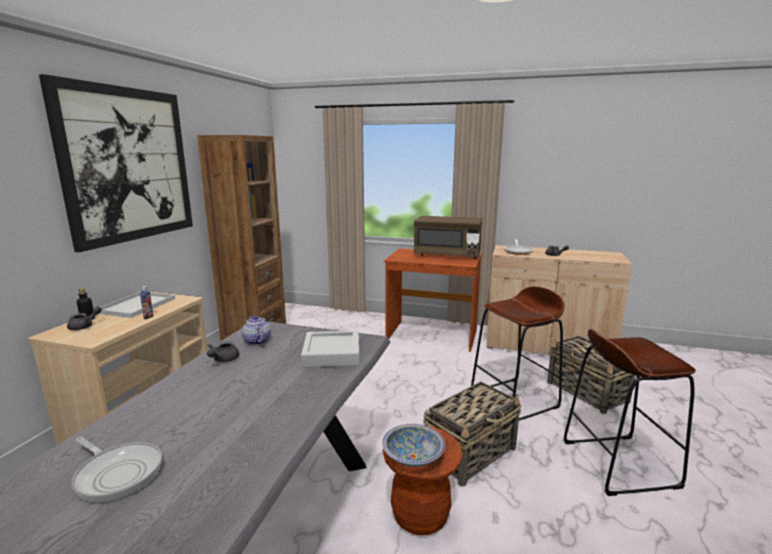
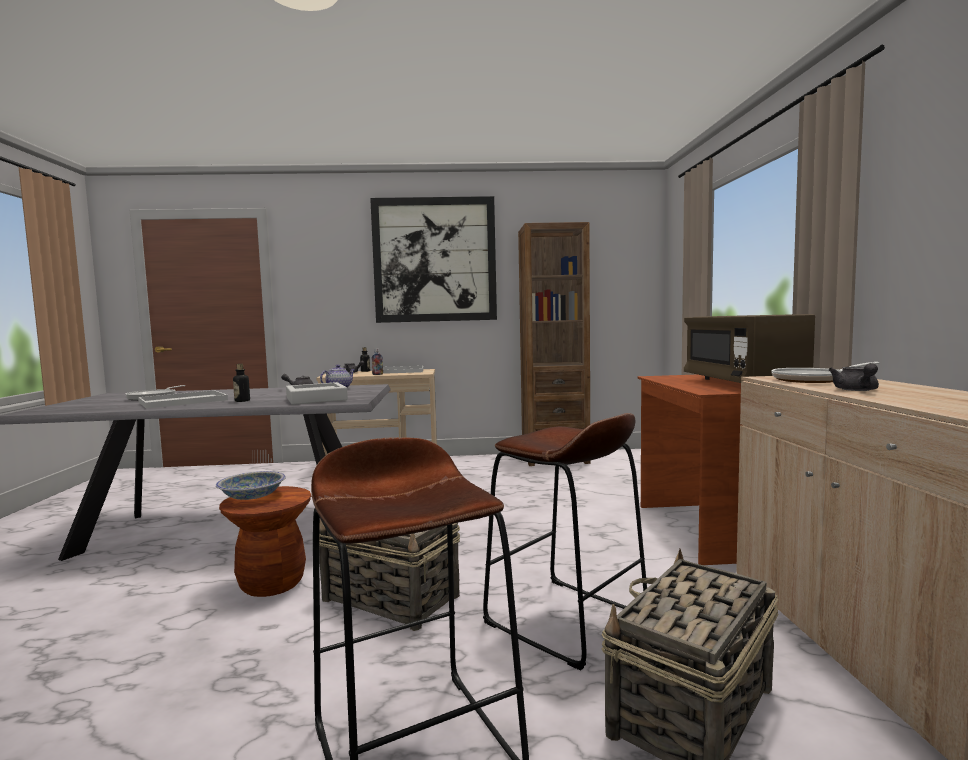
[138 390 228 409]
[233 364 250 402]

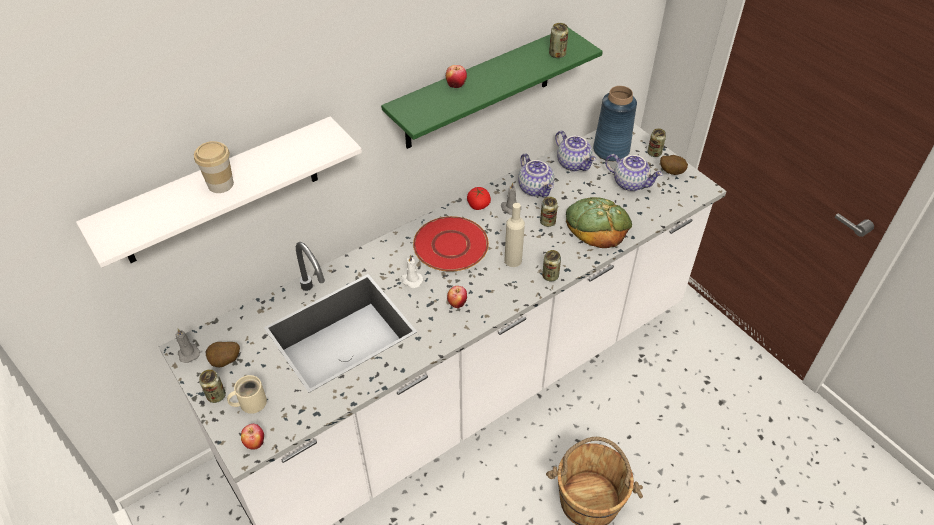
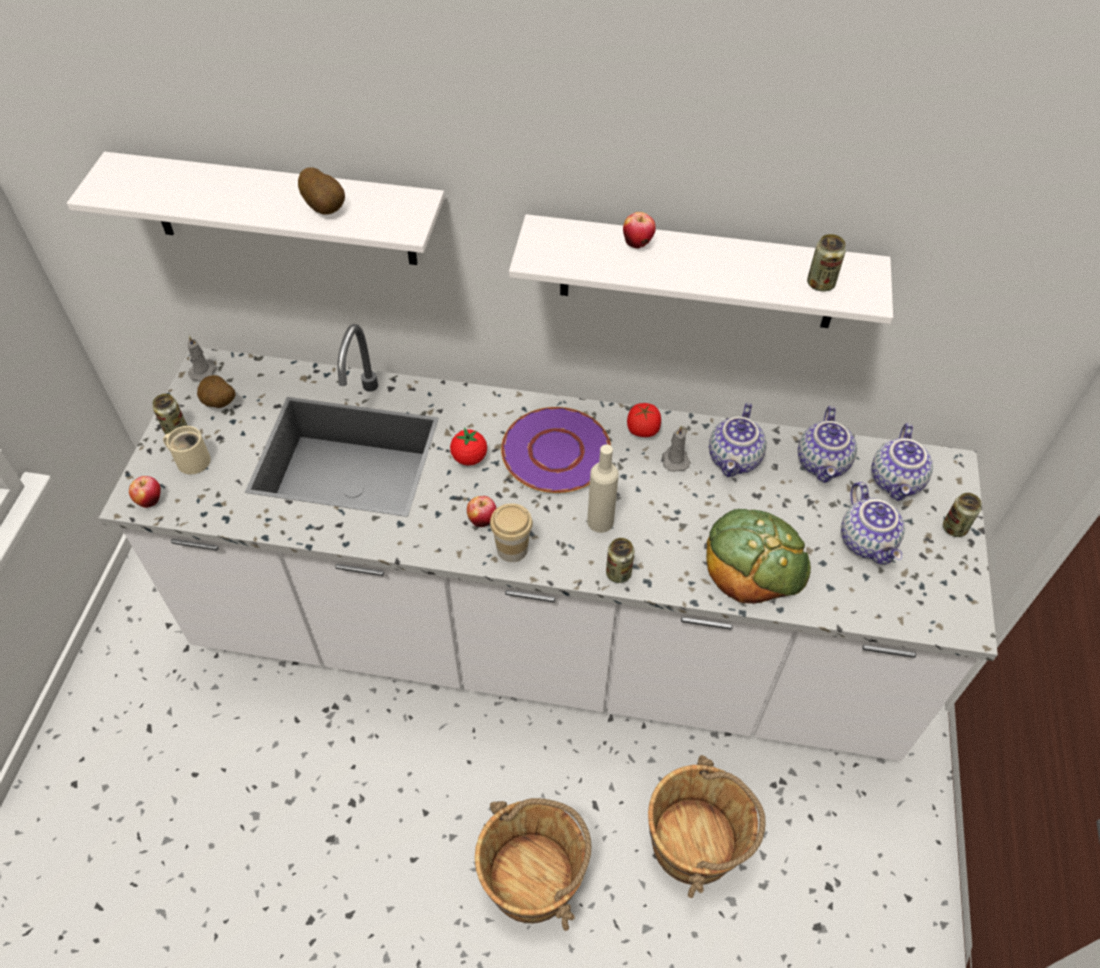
[490 503 533 562]
[509 214 893 328]
[450 427 487 466]
[501 407 611 493]
[540 197 558 227] (first image)
[872 423 933 501]
[298 168 345 215]
[648 755 766 898]

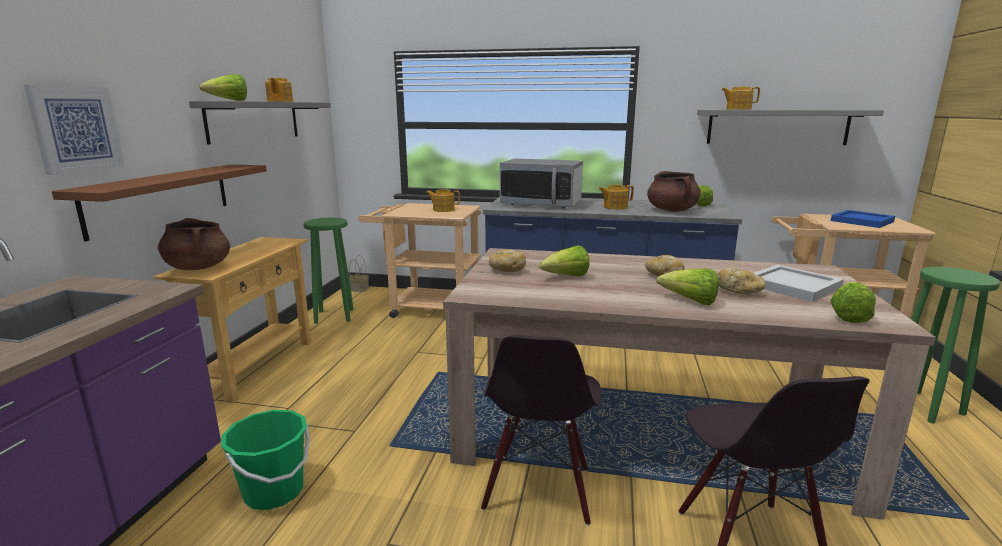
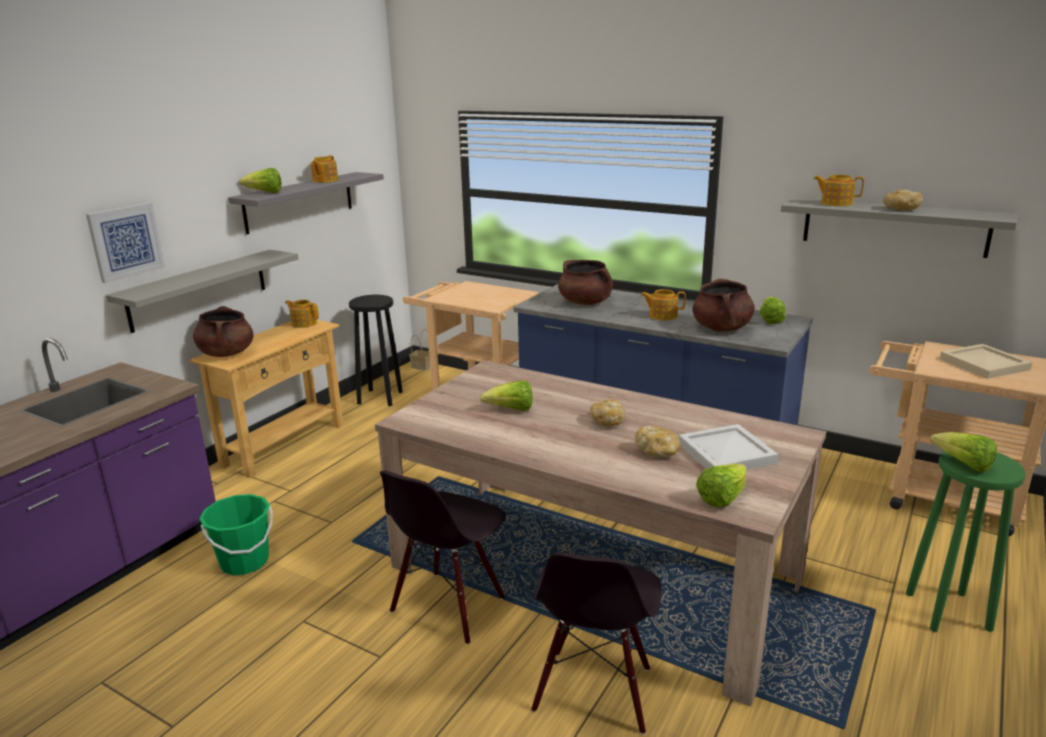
[106 250 298 333]
[349 295 403 406]
[285 300 319 328]
[883 190 923 210]
[558 260 613 305]
[930 432 997 473]
[940 344 1032 379]

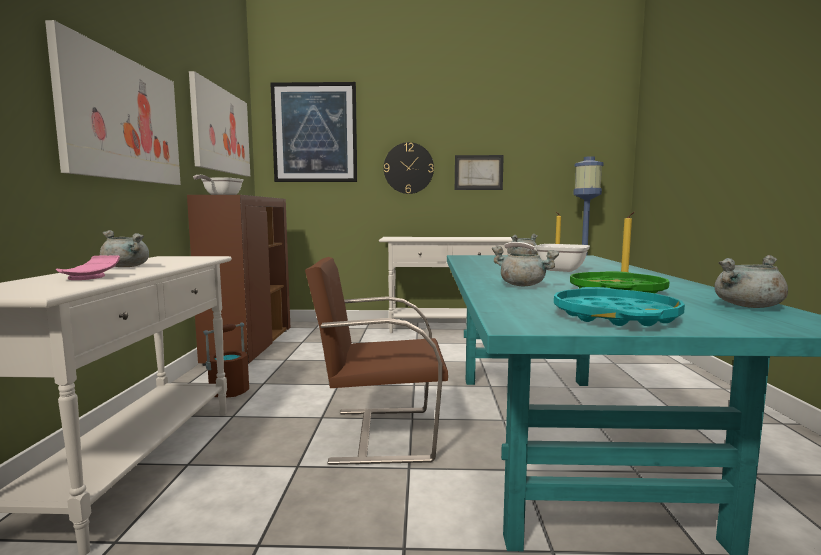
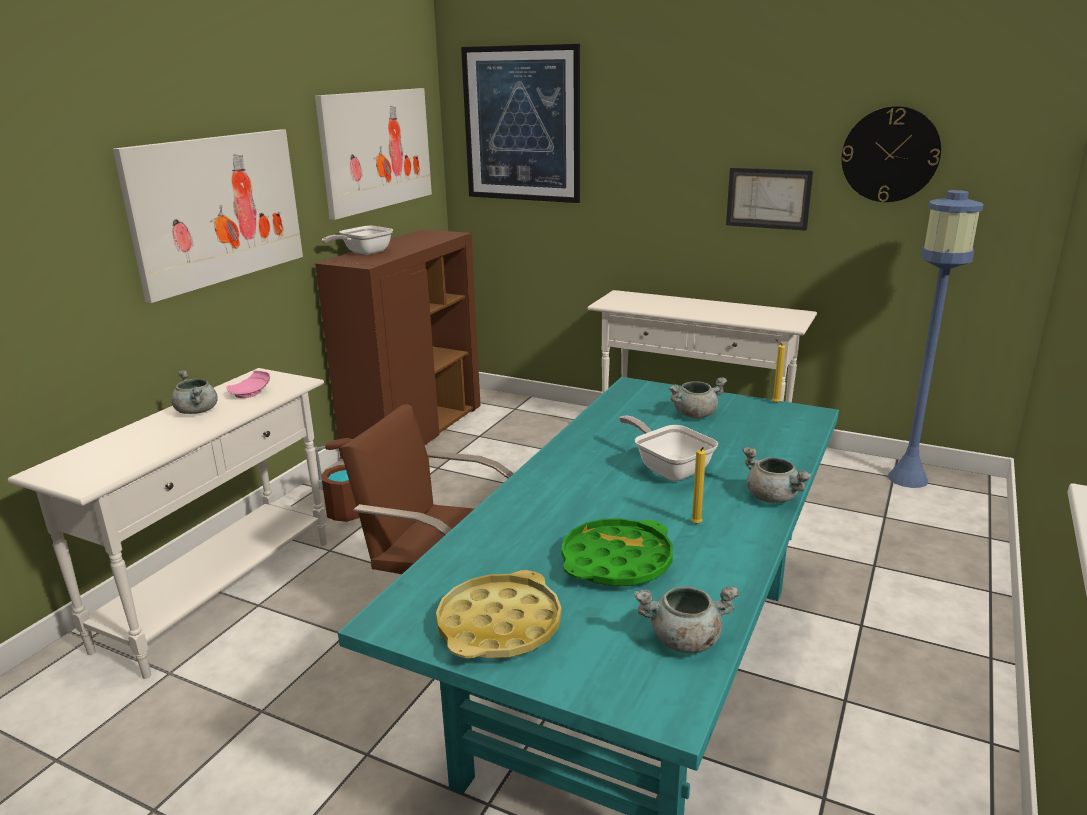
[226 371 270 398]
[842 106 941 202]
[743 447 812 503]
[436 570 561 658]

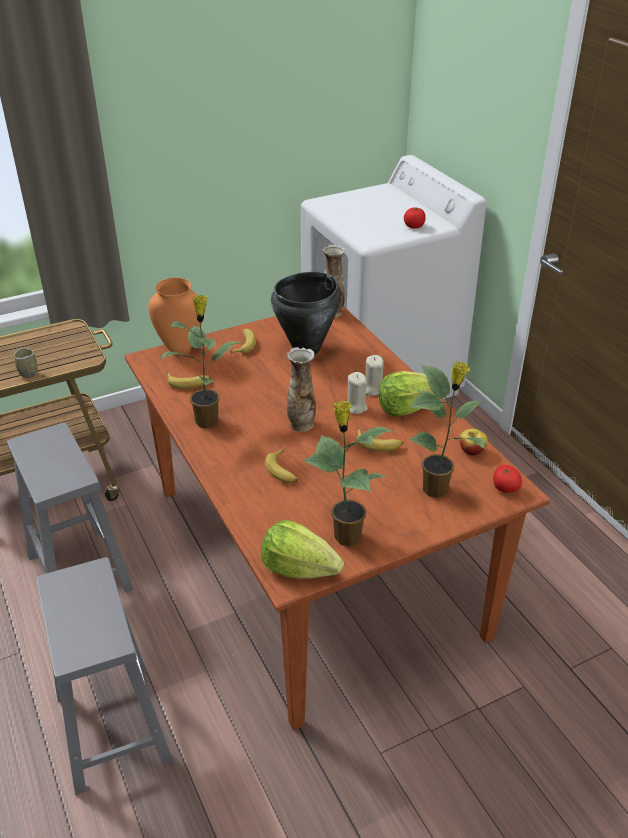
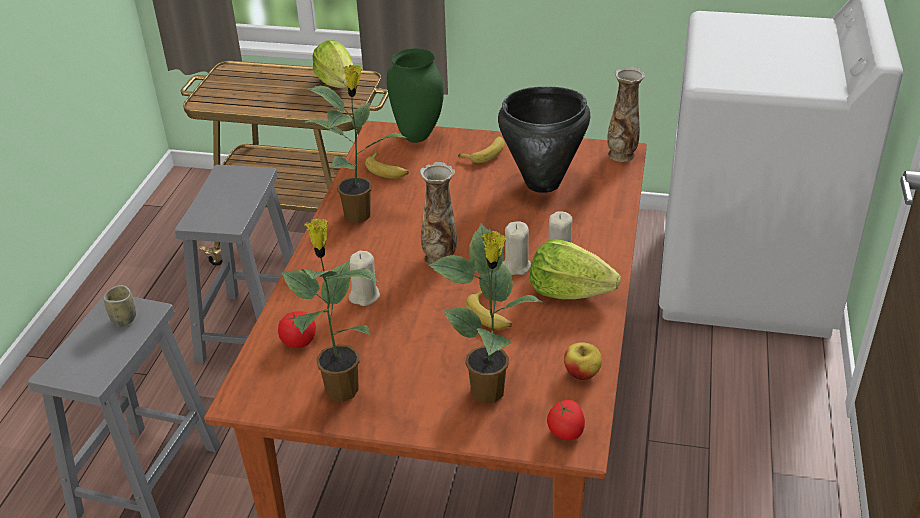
[104 285 136 327]
[387 48 444 143]
[312 40 353 88]
[348 251 380 306]
[278 311 316 348]

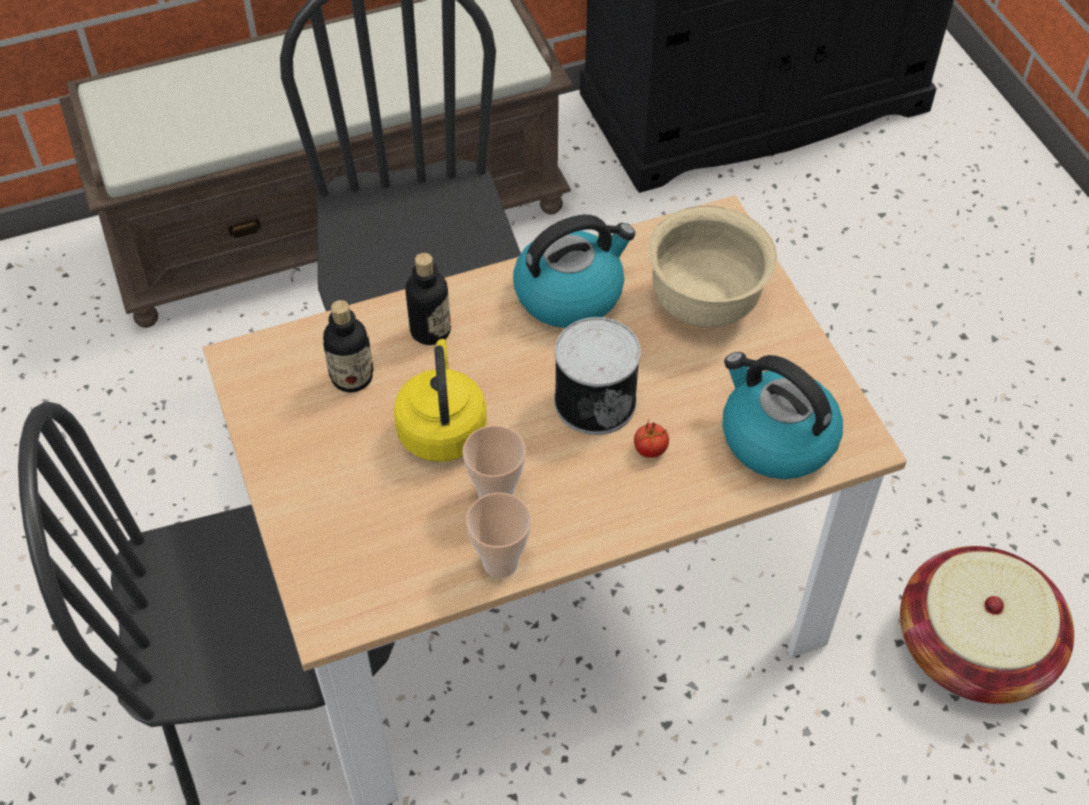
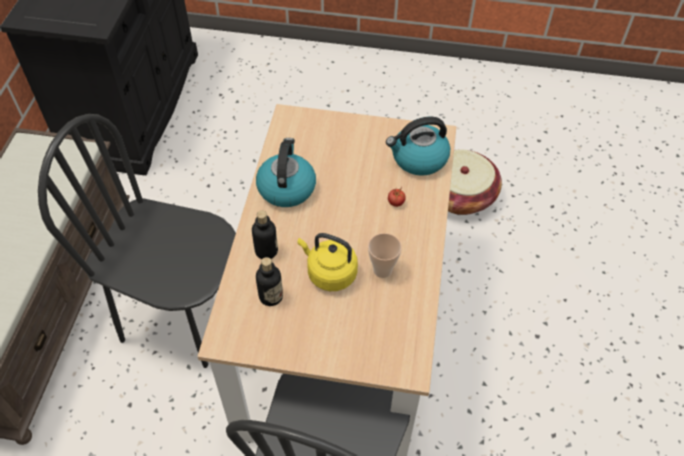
[466 493 531 578] (first image)
[554 317 641 435] (first image)
[648 206 777 328] (first image)

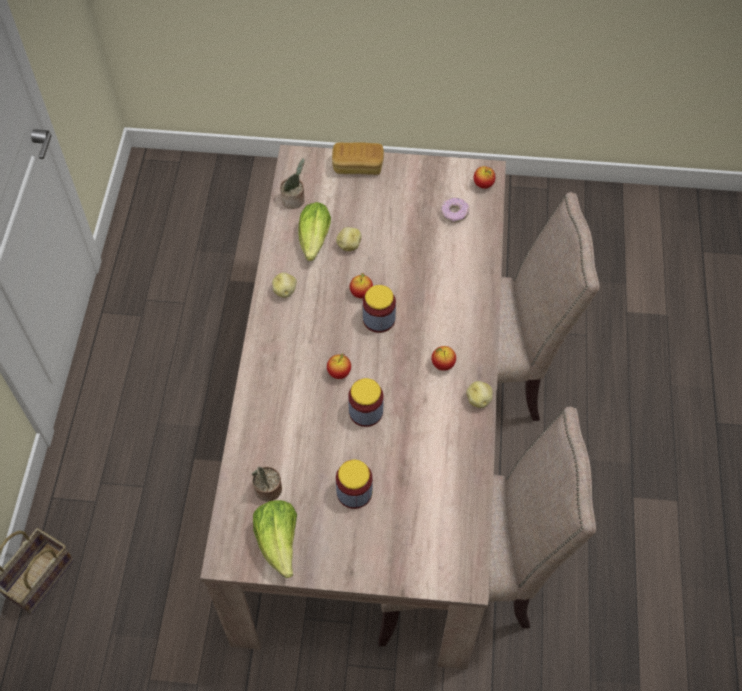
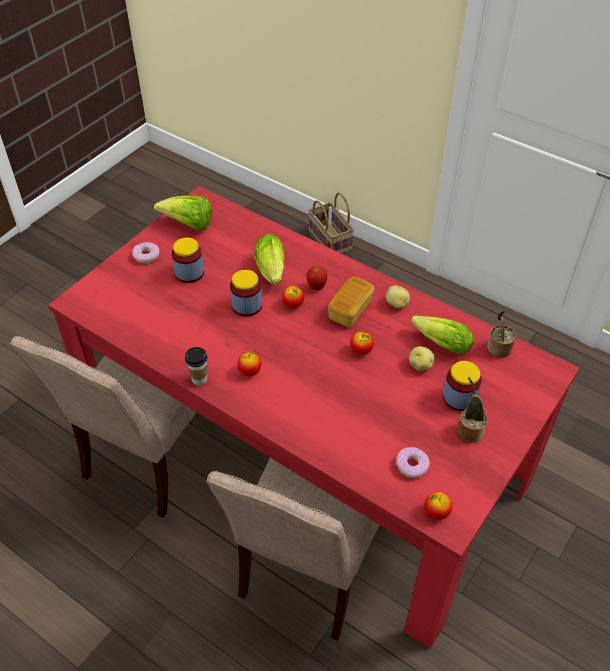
[48 186 580 649]
[457 377 488 443]
[328 277 374 327]
[443 361 482 411]
[185 347 208 385]
[132 242 159 263]
[254 234 284 285]
[306 266 328 290]

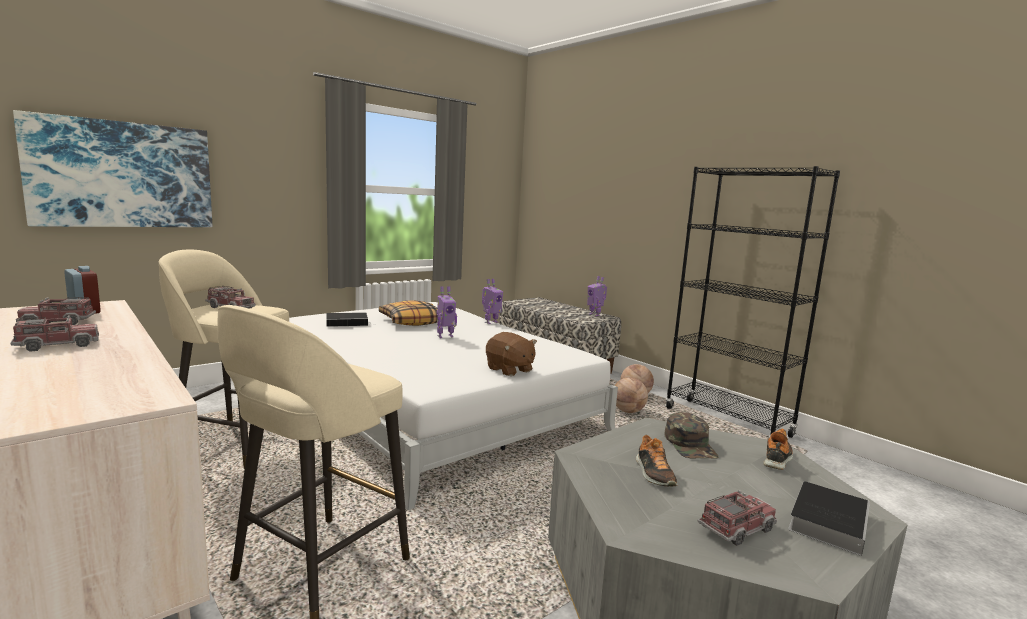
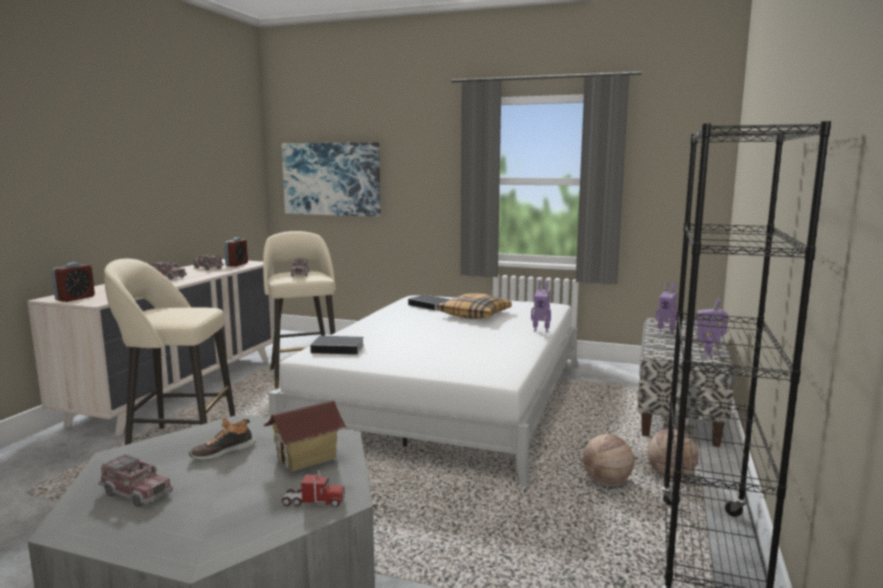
[656 282 678 334]
[486 332 537 376] (first image)
[263 400 348 472]
[282 470 345 507]
[310 336 368 355]
[51 263 95 302]

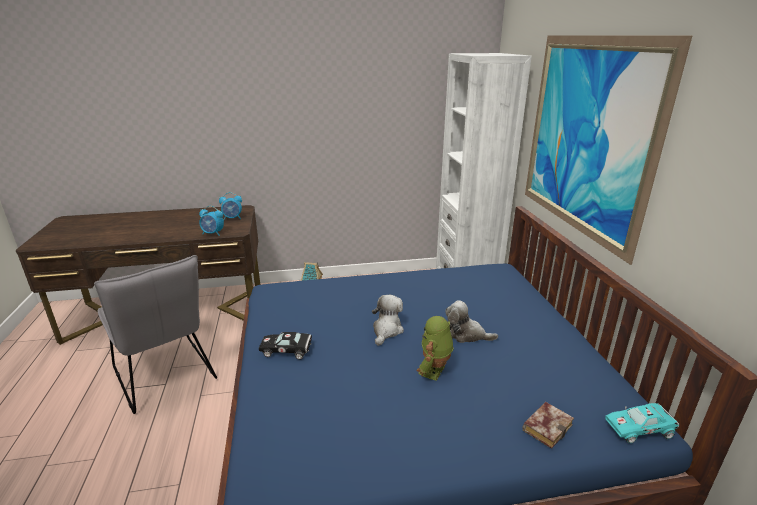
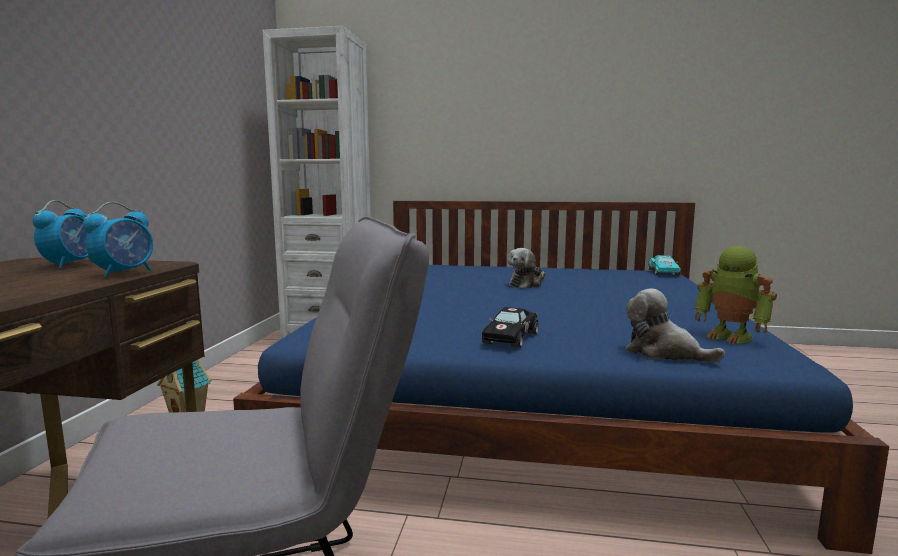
[625 288 725 362]
[695 246 777 344]
[523 402 574 449] (first image)
[525 35 692 265] (first image)

